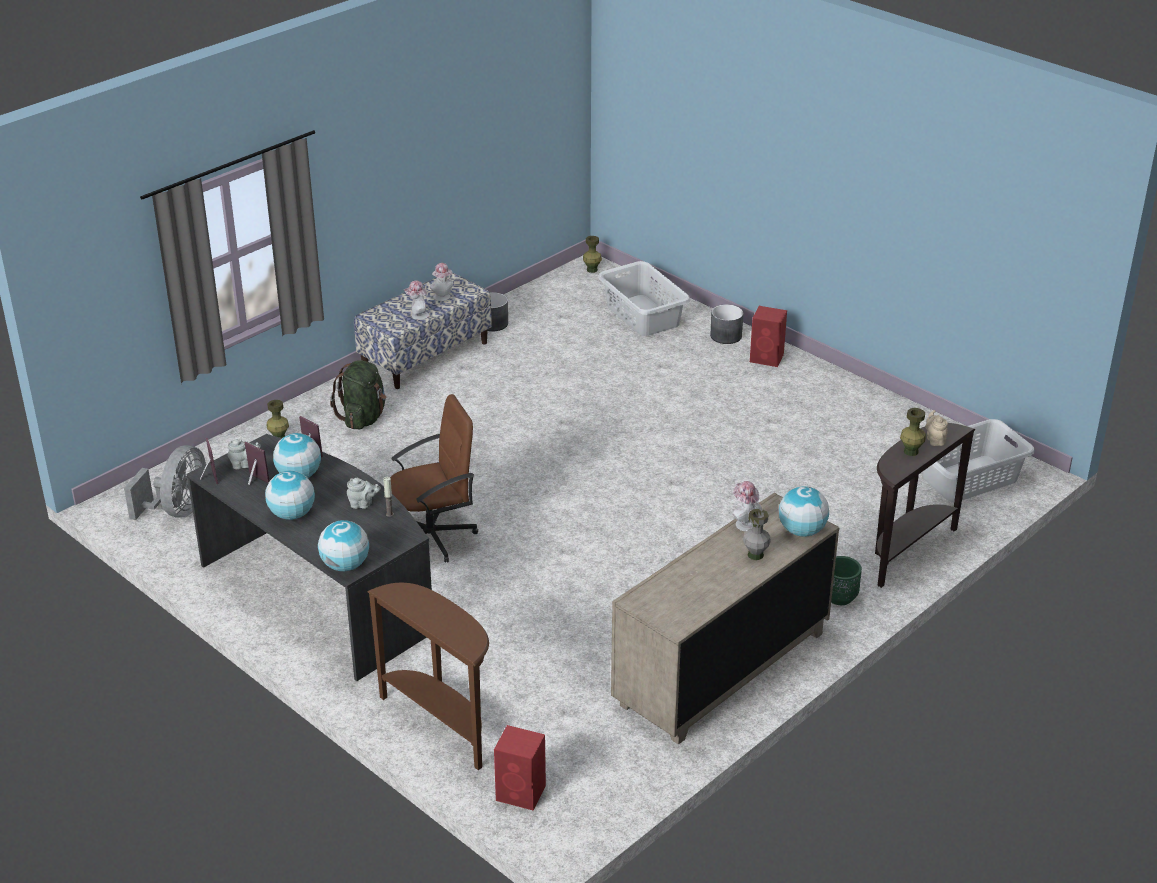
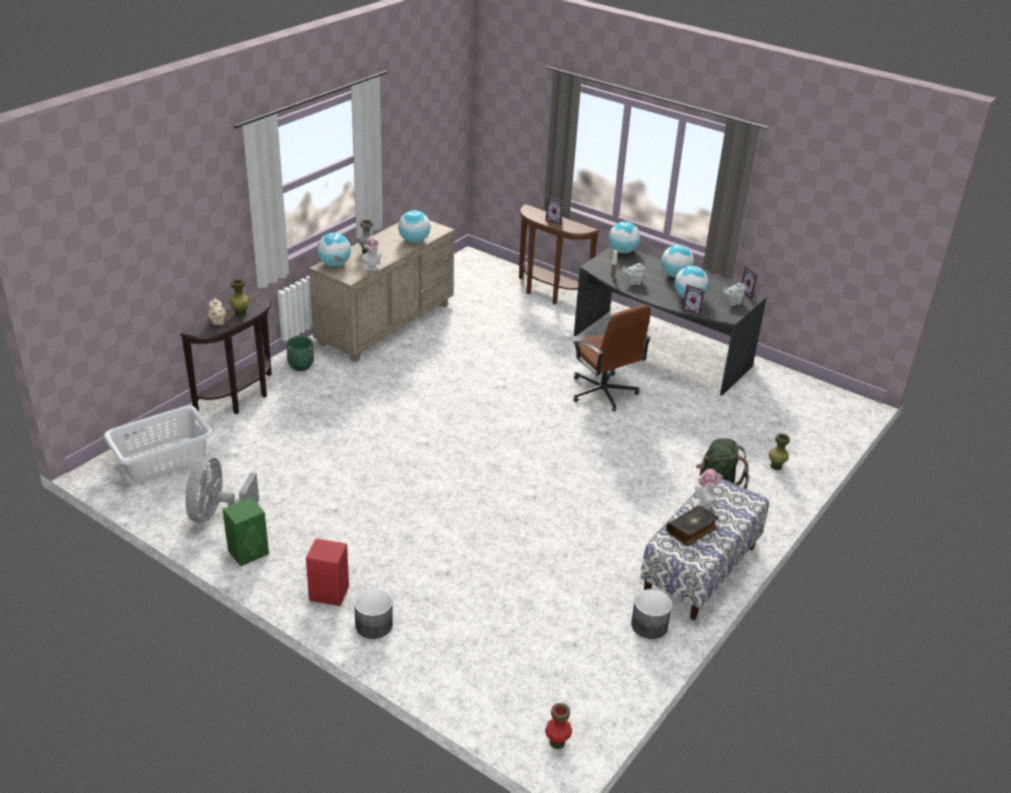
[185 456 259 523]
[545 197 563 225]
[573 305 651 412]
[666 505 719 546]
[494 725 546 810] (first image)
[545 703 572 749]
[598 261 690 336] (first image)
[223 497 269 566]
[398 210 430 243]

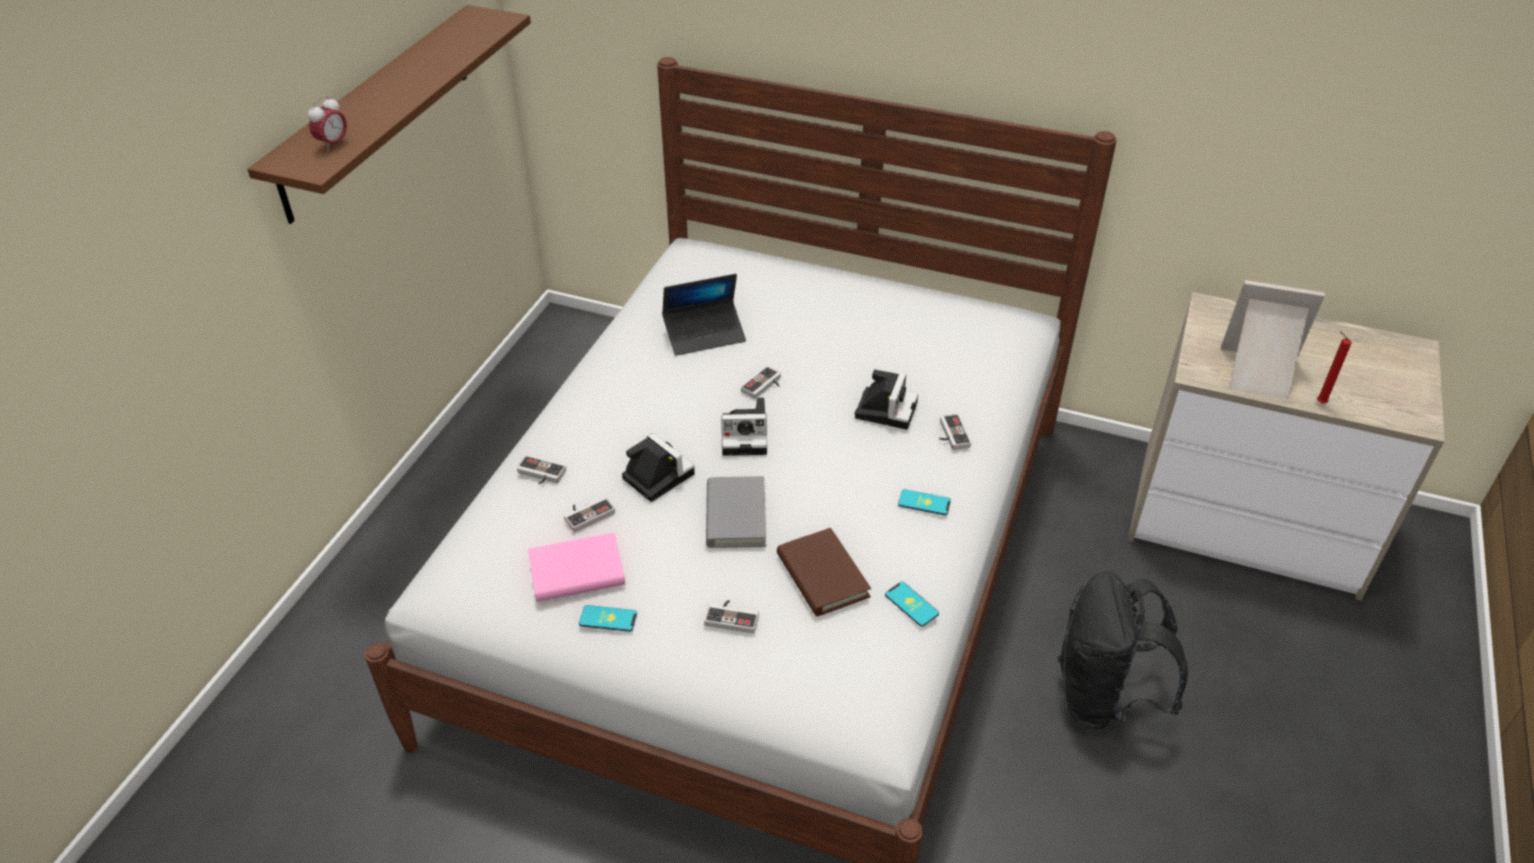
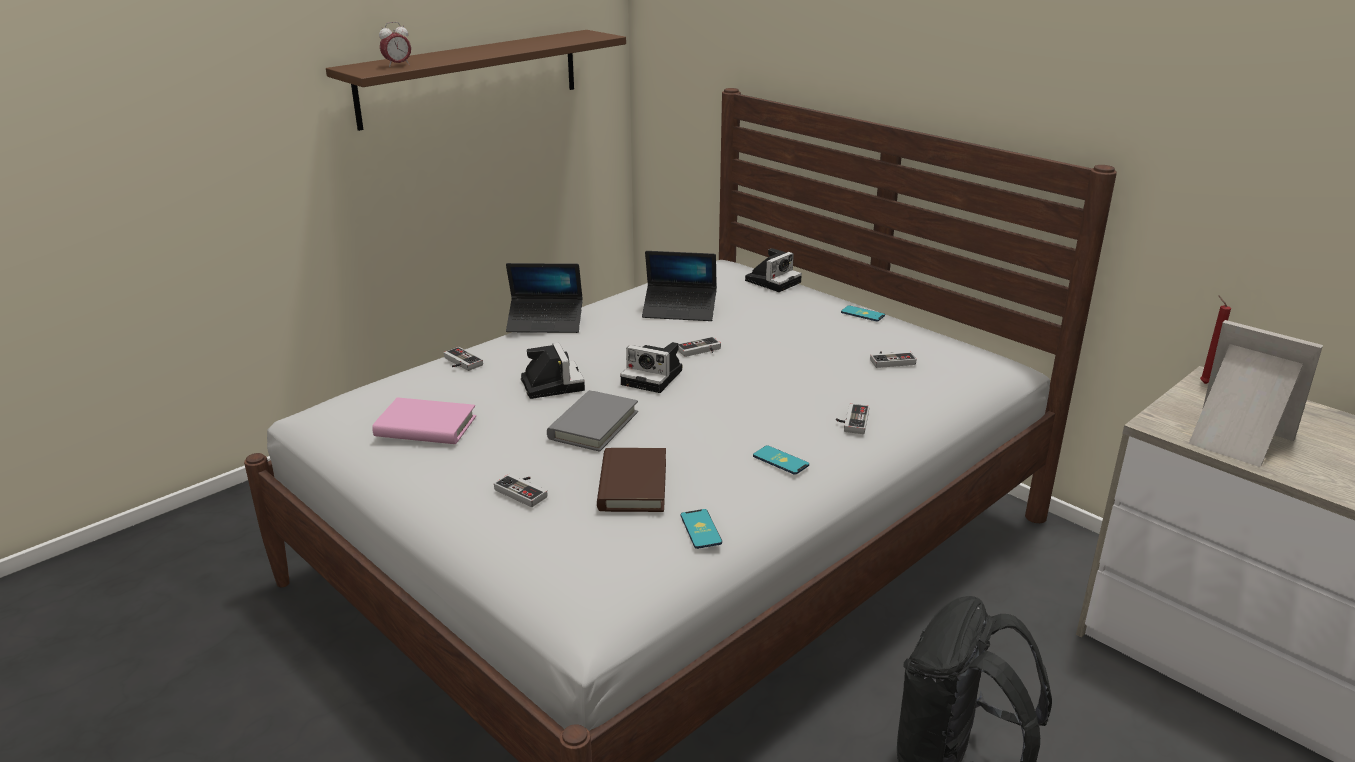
[870 351 917 368]
[841 305 885 322]
[745 248 802 292]
[1200 295 1231 384]
[506 263 583 333]

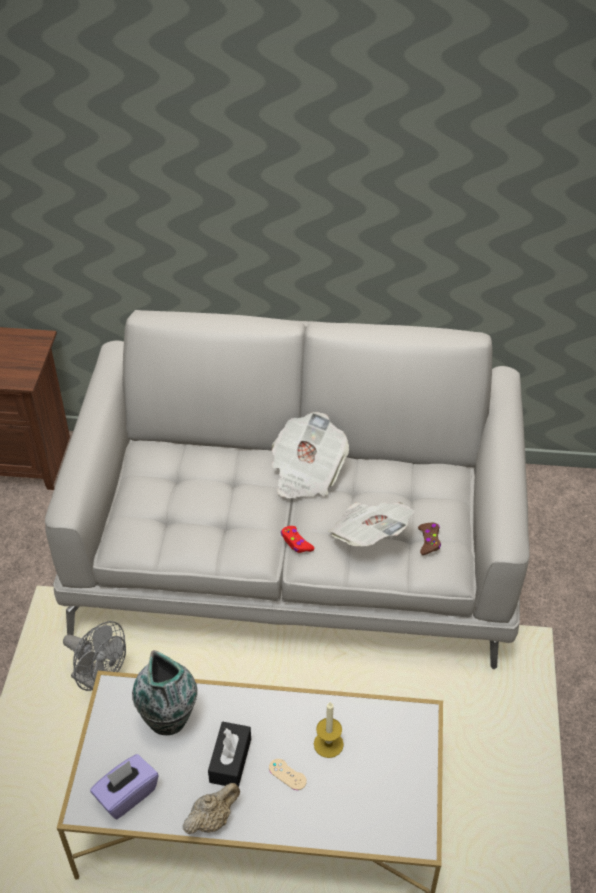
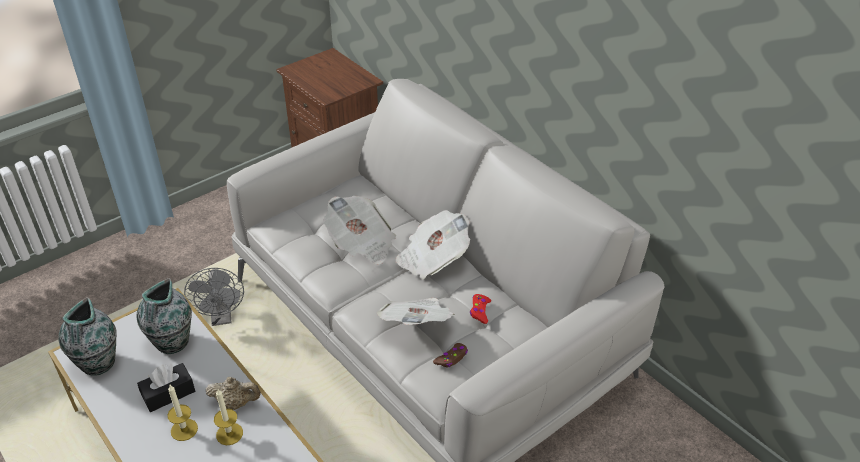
[58 297 117 376]
[205 377 261 410]
[167 385 198 441]
[470 294 491 324]
[323 196 396 264]

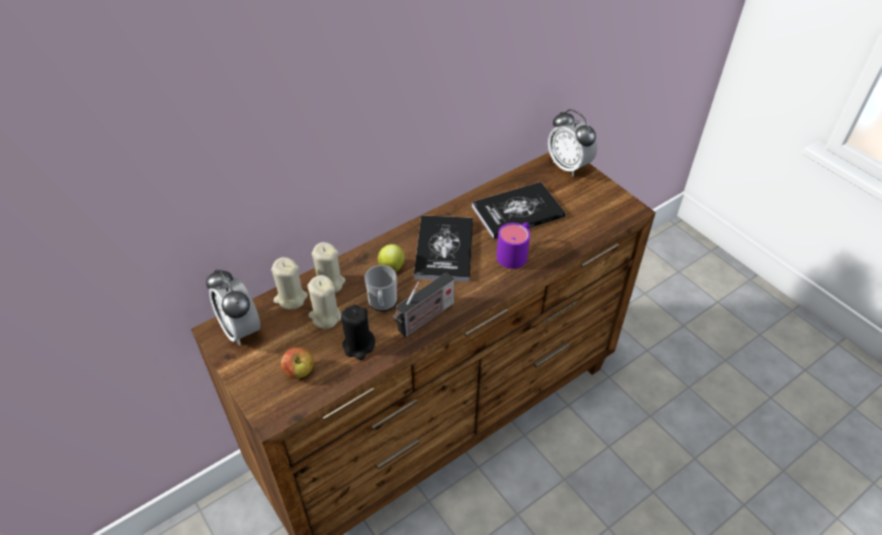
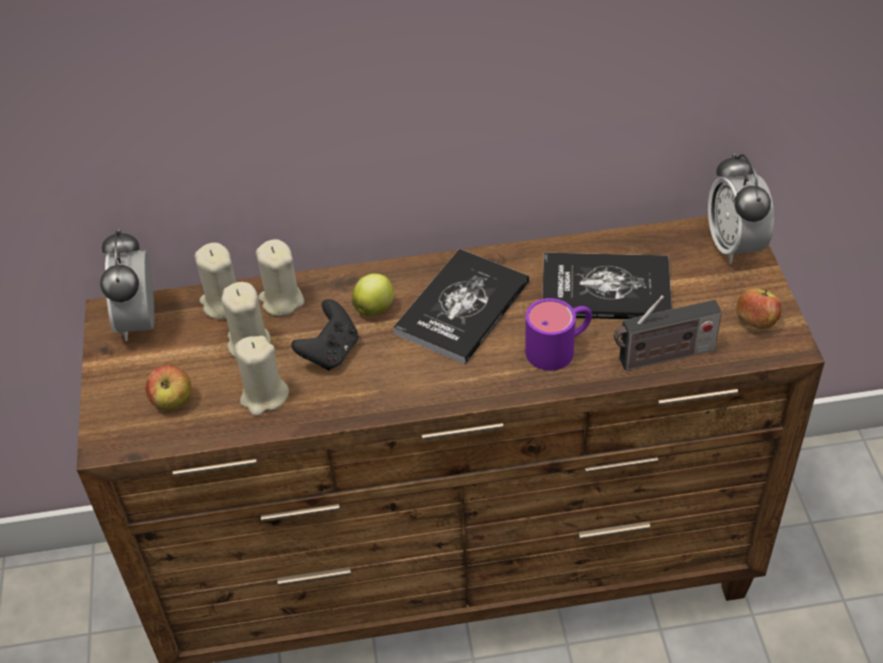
[235 336 289 416]
[291 299 358 370]
[613 296 722 371]
[736 288 782 329]

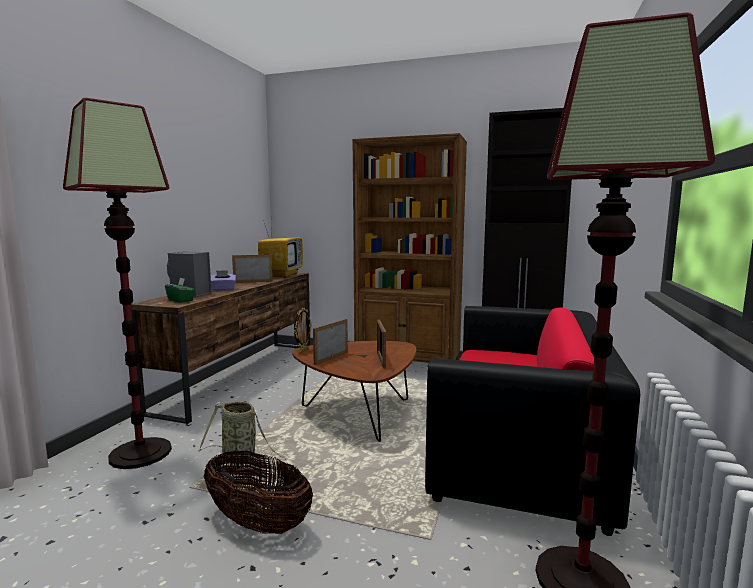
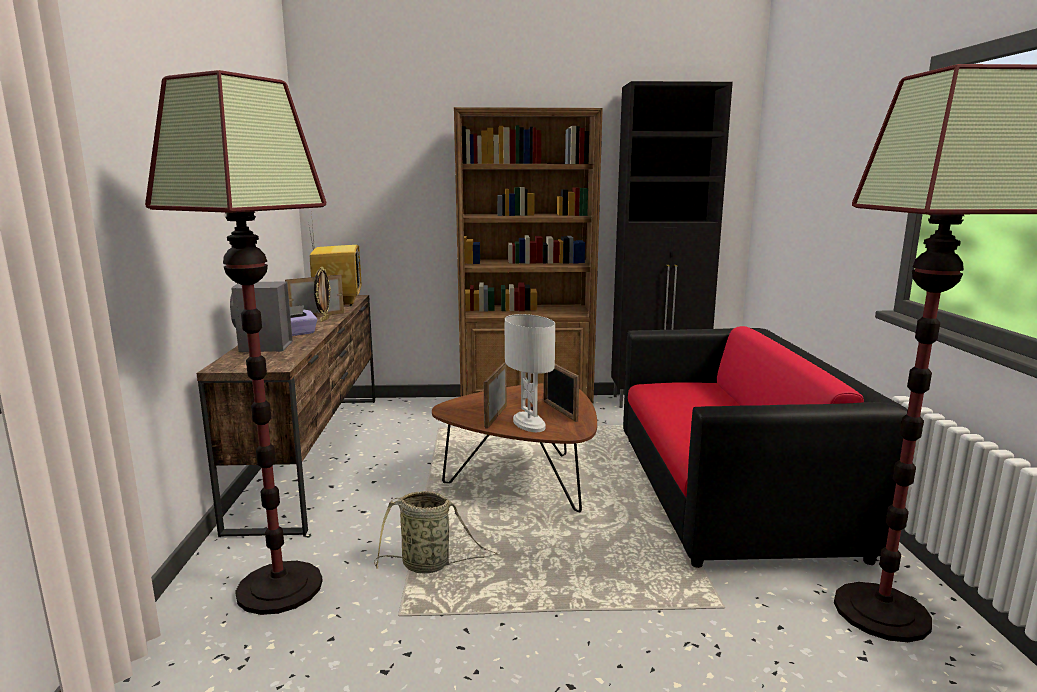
[165 278 195 303] (first image)
[204 451 313 534] (first image)
[314 267 331 322]
[505 314 555 432]

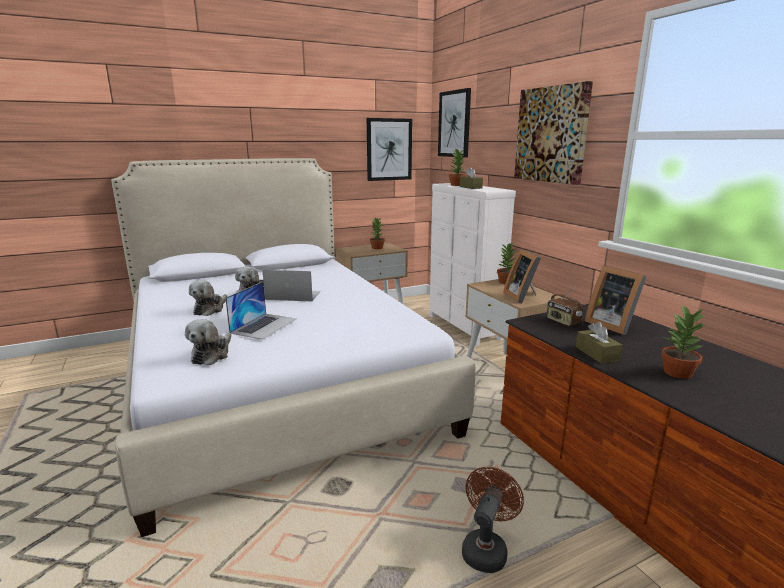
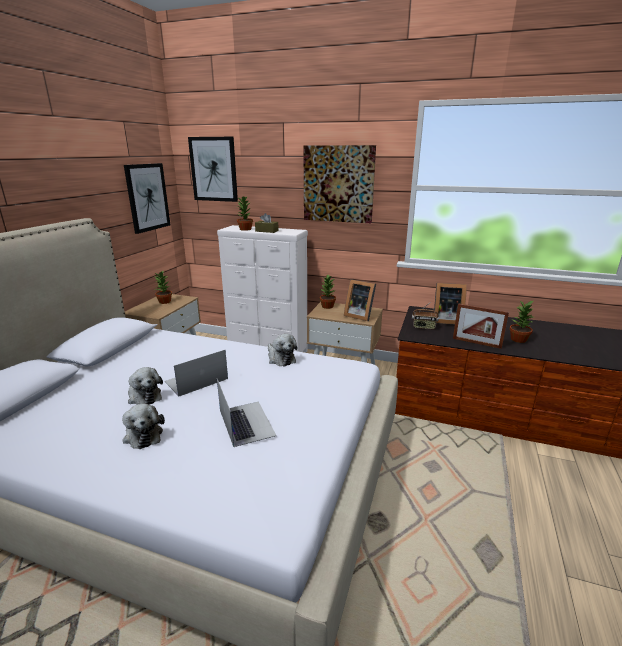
[268 334 297 366]
[462 467 524 573] (first image)
[453 303 509 349]

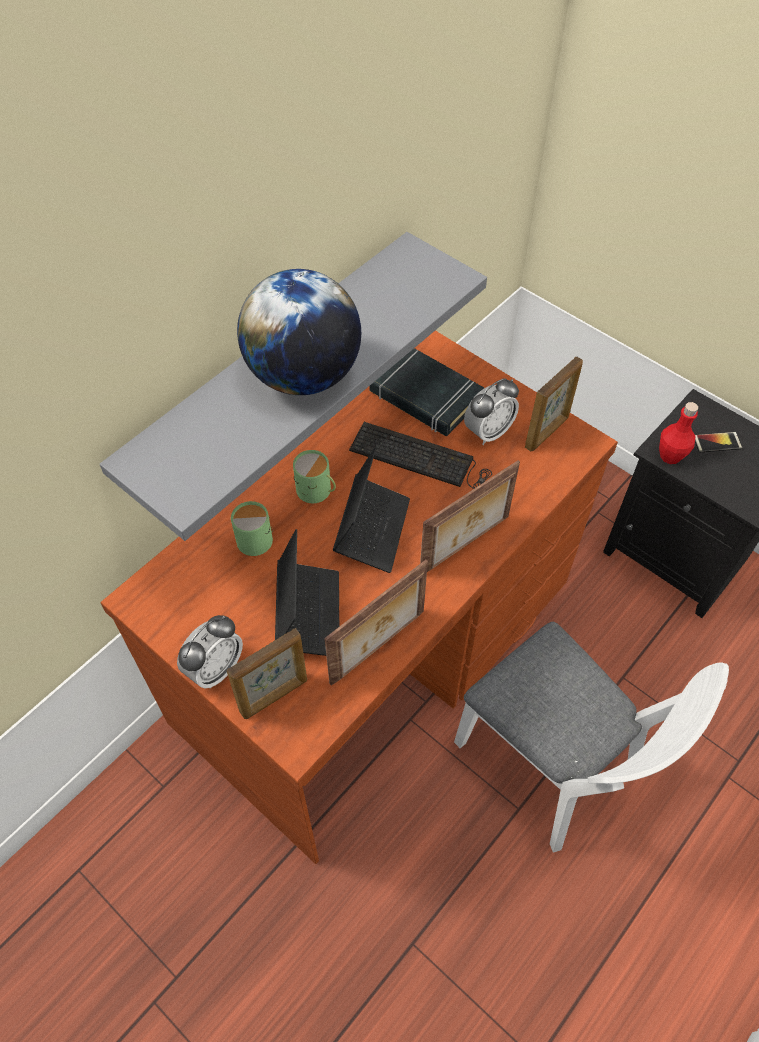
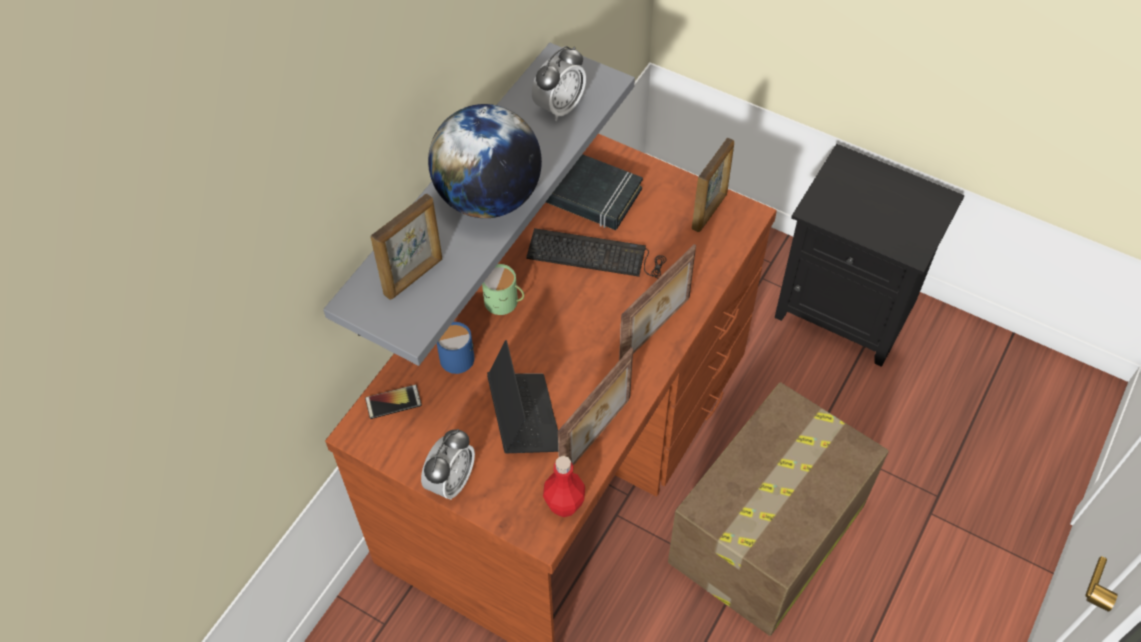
[370 194 442 300]
[437 322 475 374]
[333 446 410 573] (first image)
[668 382 889 636]
[532 46 586 121]
[543 456 585 517]
[365 385 422 419]

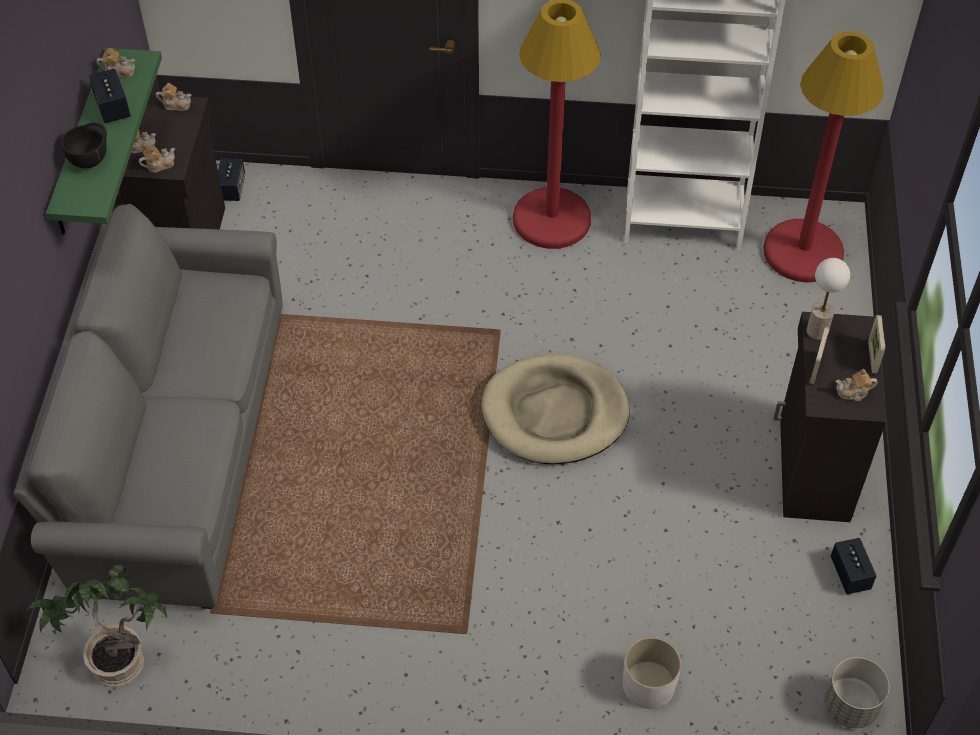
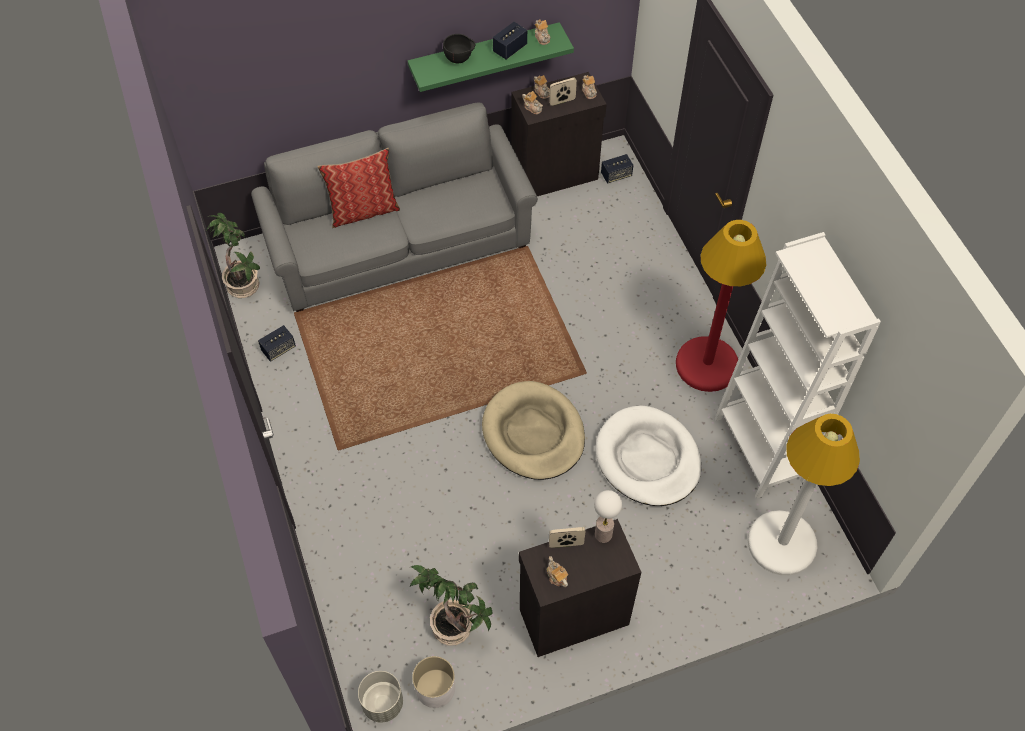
[412 656 455 708]
[748 414 860 576]
[258 325 296 362]
[549 78 577 106]
[317 148 400 228]
[410 565 493 646]
[595 405 701 506]

